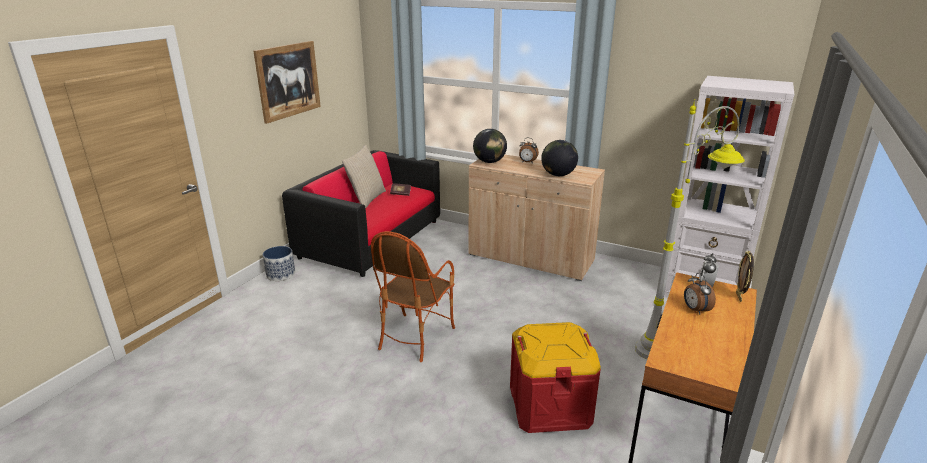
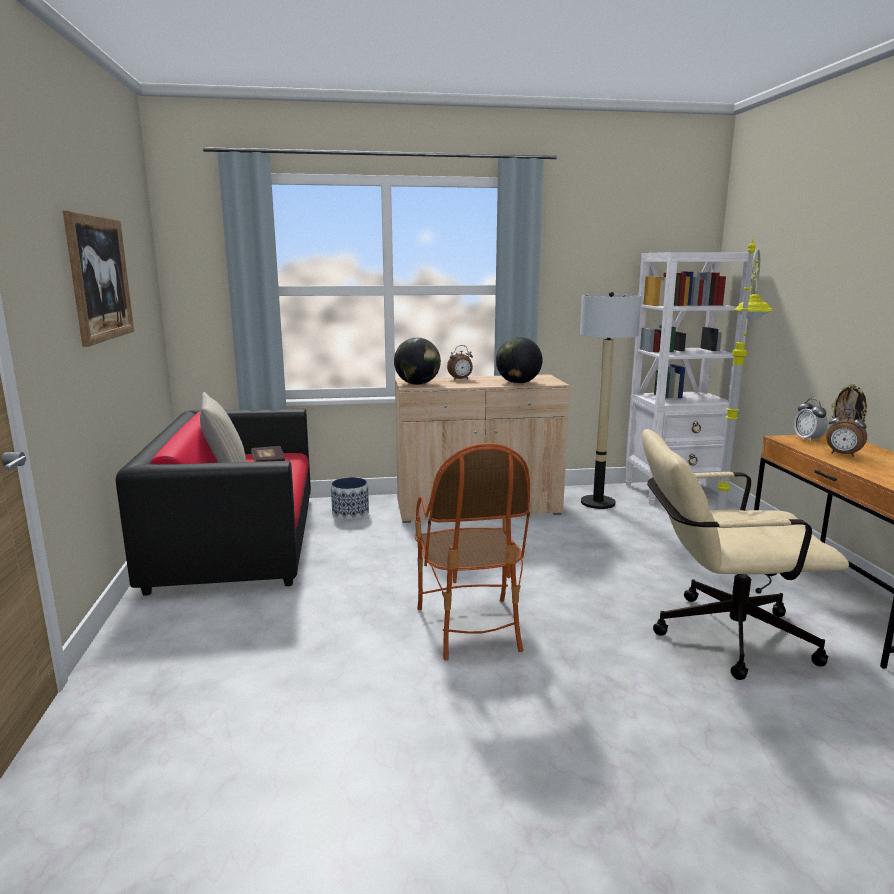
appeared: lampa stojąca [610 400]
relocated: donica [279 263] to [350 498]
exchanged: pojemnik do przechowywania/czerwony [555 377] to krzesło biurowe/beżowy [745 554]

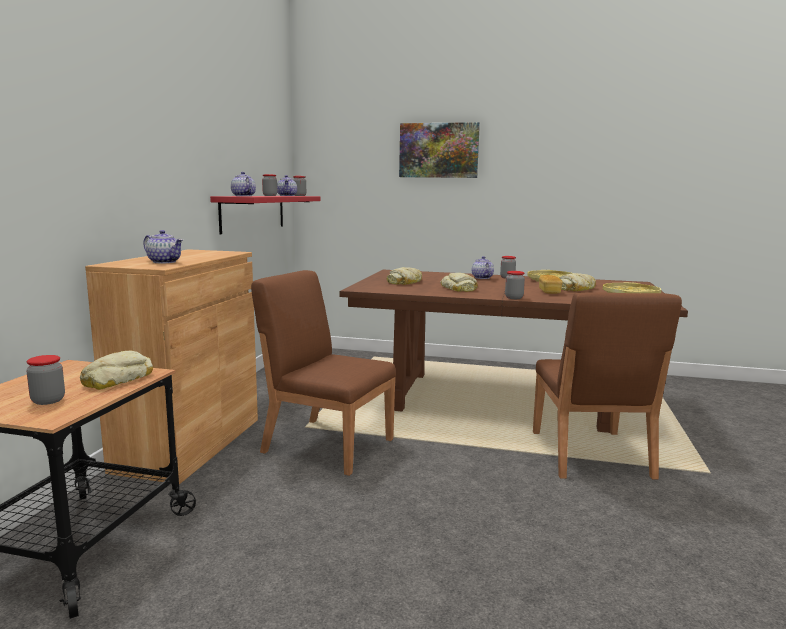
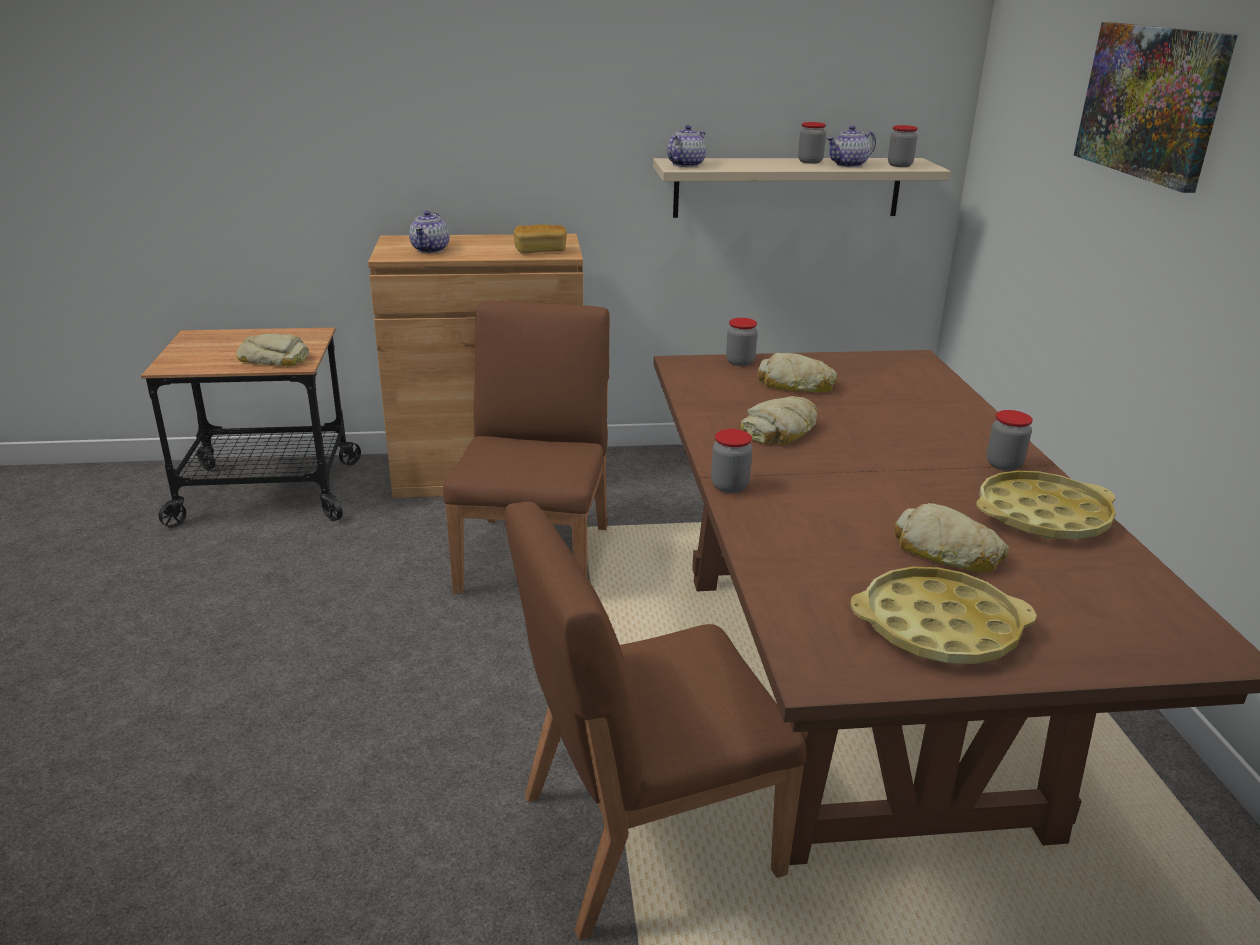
missing: imbryk [483 267]
relocated: słoik [45 380] to [742 342]; chleb [551 284] to [540 238]
colour: półka/czerwony [265 215] to półka/beżowy [802 188]

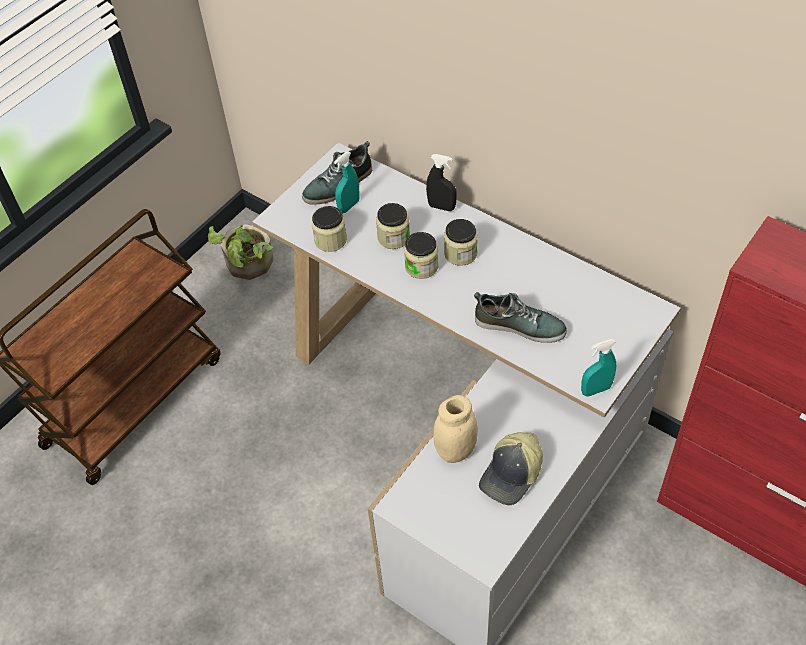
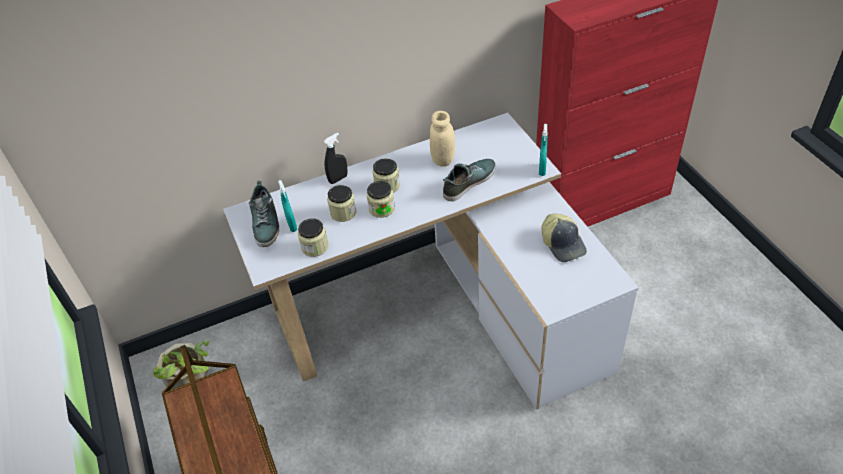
relocated: słoik/beżowy [455 429] to [442 138]

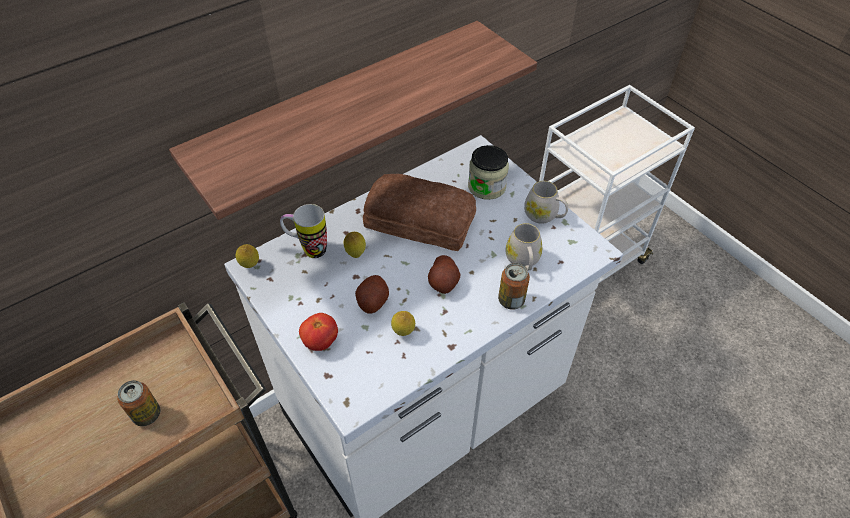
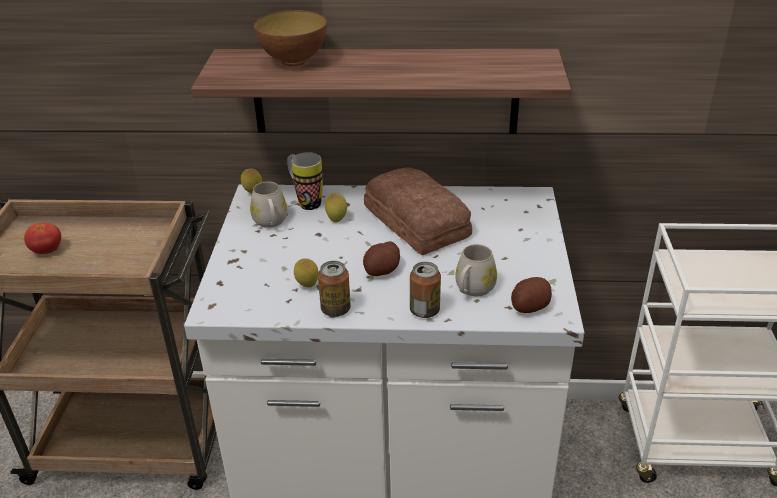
missing: słoik [488 172]
appeared: miska [290 38]
relocated: puszka [138 403] to [334 289]; pomidor [318 332] to [42 238]; ziemniak [372 294] to [531 295]; kubek/biały [546 202] to [268 204]

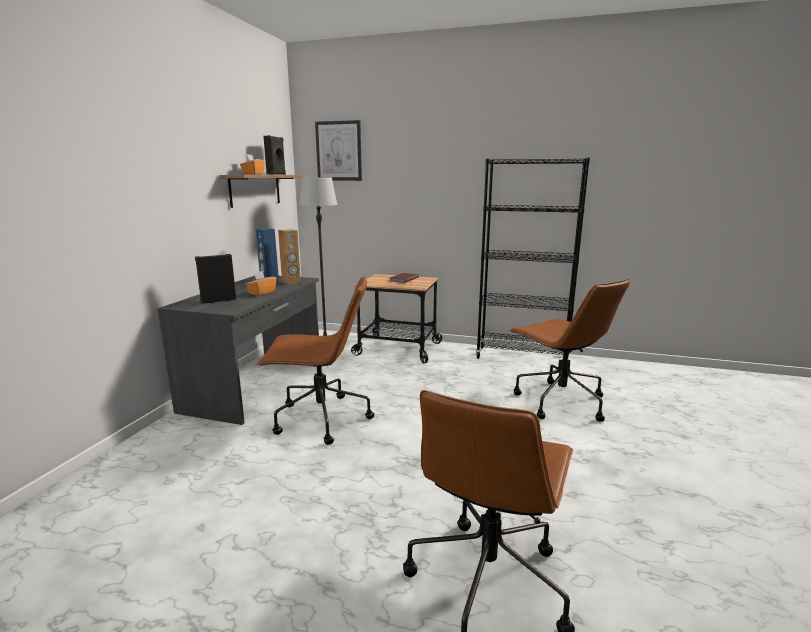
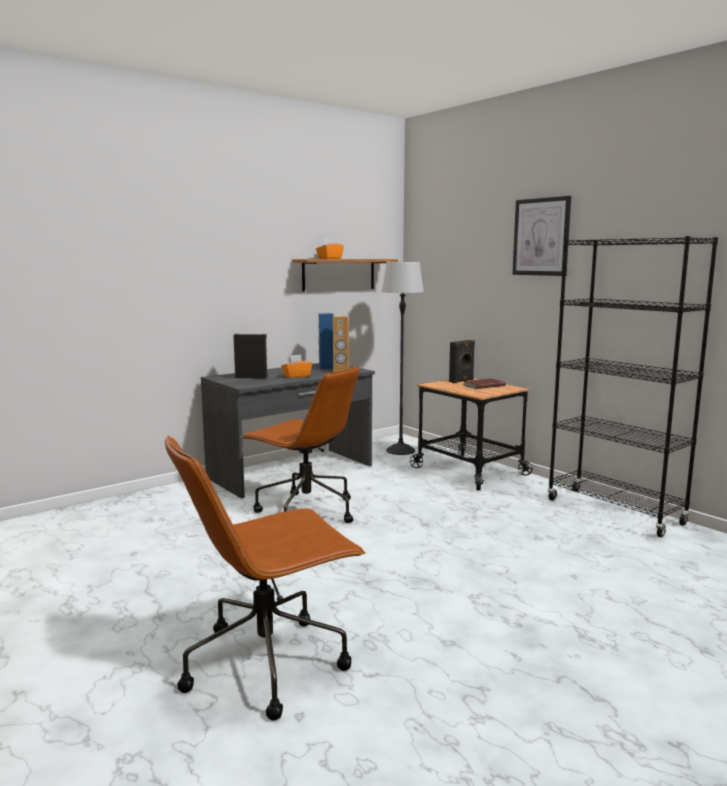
missing: krzesło biurowe/brązowy [569 350]
relocated: głośnik/czarny [275 155] to [462 361]; obraz [338 150] to [542 236]

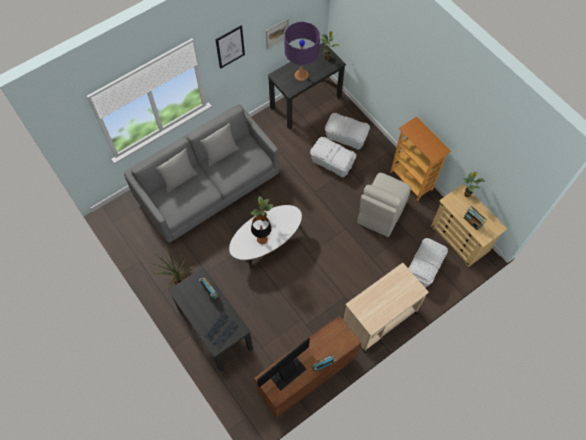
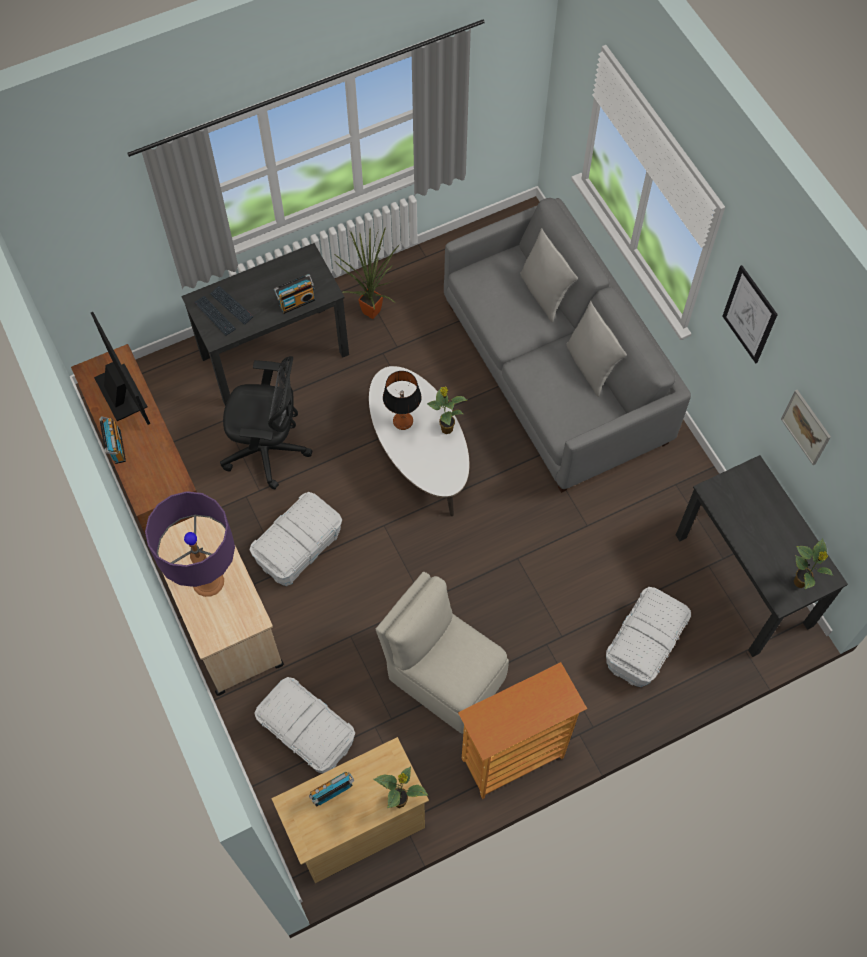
appeared: krzesło biurowe/czarny [266 422]
relocated: lampa stołowa/fioletowy [302 51] to [190 544]; pojemnik do przechowywania/biały [333 157] to [295 539]

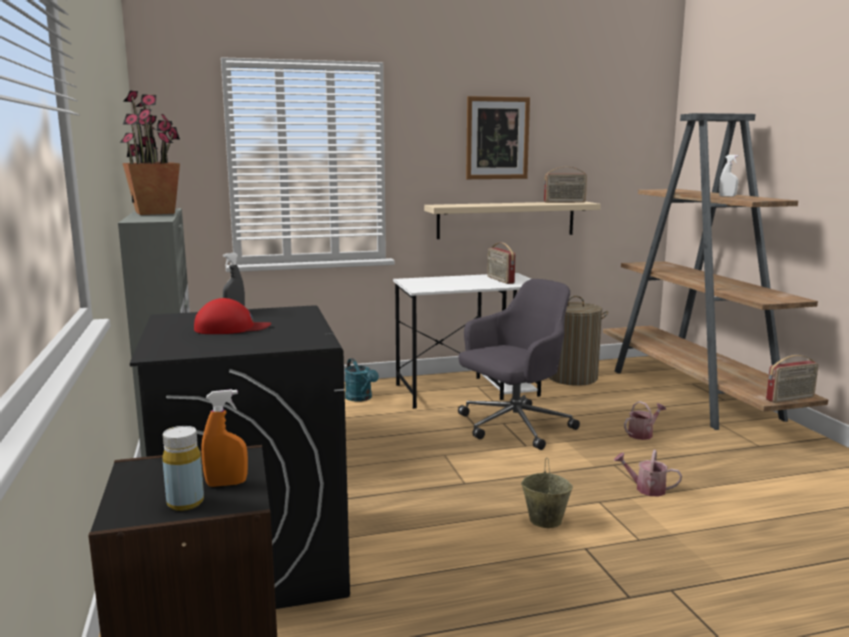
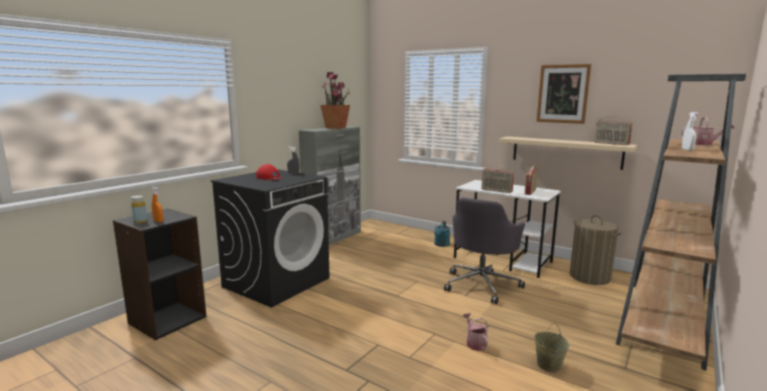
relocated: wiadro/beżowy [547 493] to [551 347]; konewka [645 420] to [708 130]; radio [792 379] to [498 179]
spun: krzesło biurowe/szary [519 364] = [484 250] 105 degrees clockwise

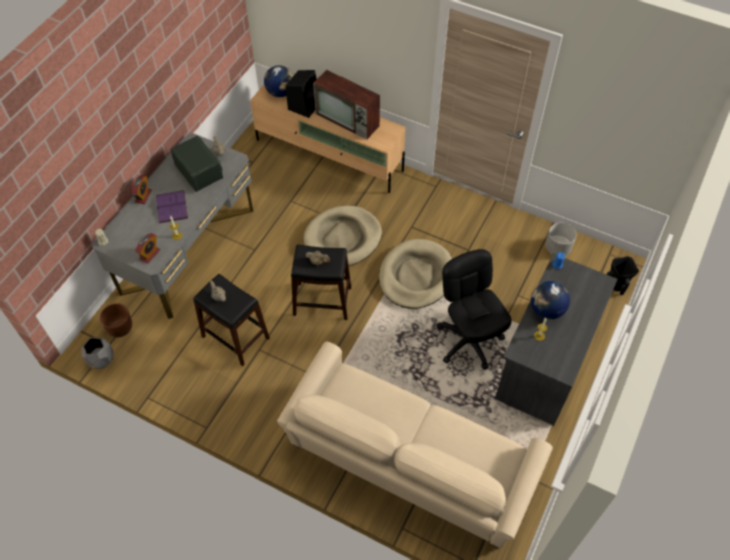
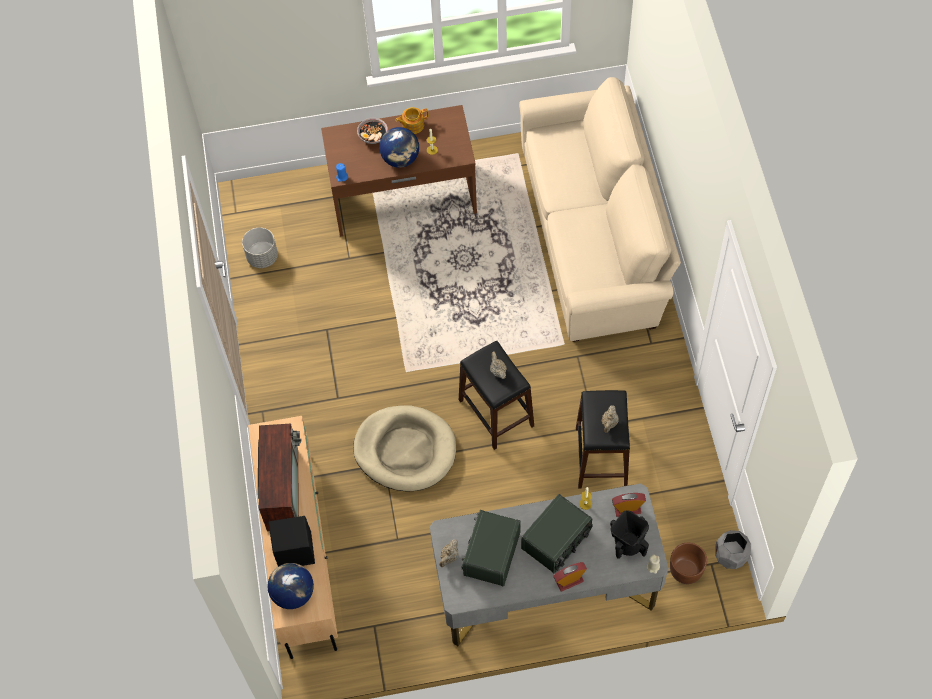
missing: legowisko/beżowy [415 274]; krzesło biurowe/czarny [474 309]
appeared: miska [372 131]; imbryk [412 120]
relocated: wazon/czarny [623 275] to [629 535]
exchanged: książka/fioletowy [172 207] to radio [557 533]
colour: biurko/szary [556 339] to biurko/brązowy [399 171]

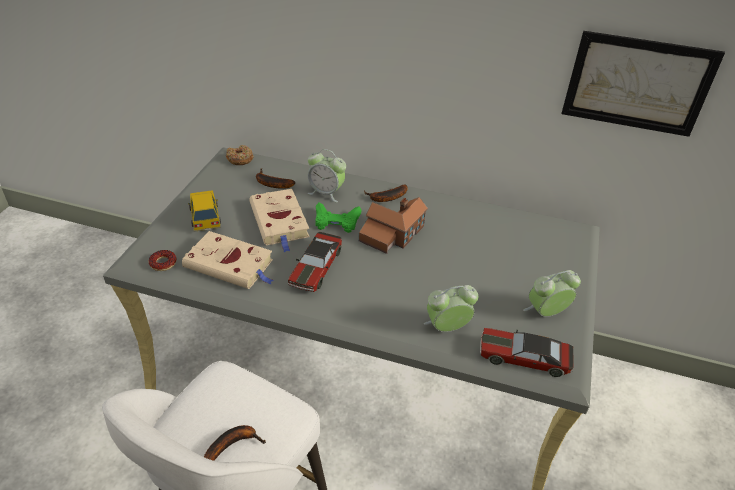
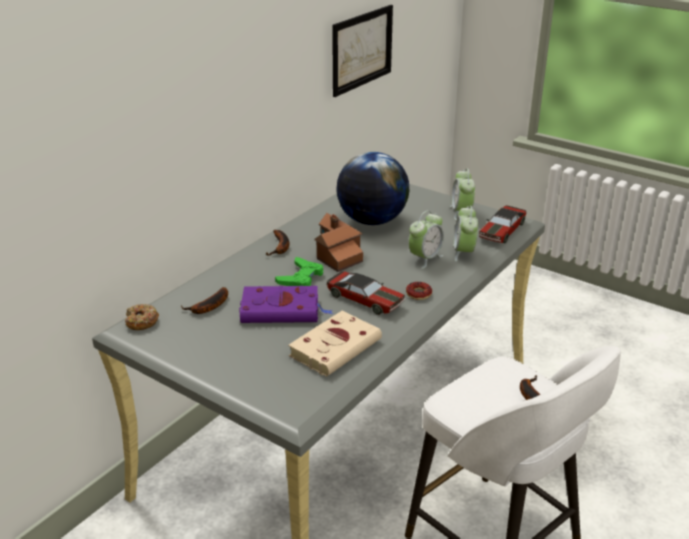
missing: samochodzik [204 211]
appeared: globus [373 188]
relocated: donut [162 260] to [419 291]; budzik [327 175] to [426 240]
colour: książka/beżowy [279 220] to książka/fioletowy [286 304]

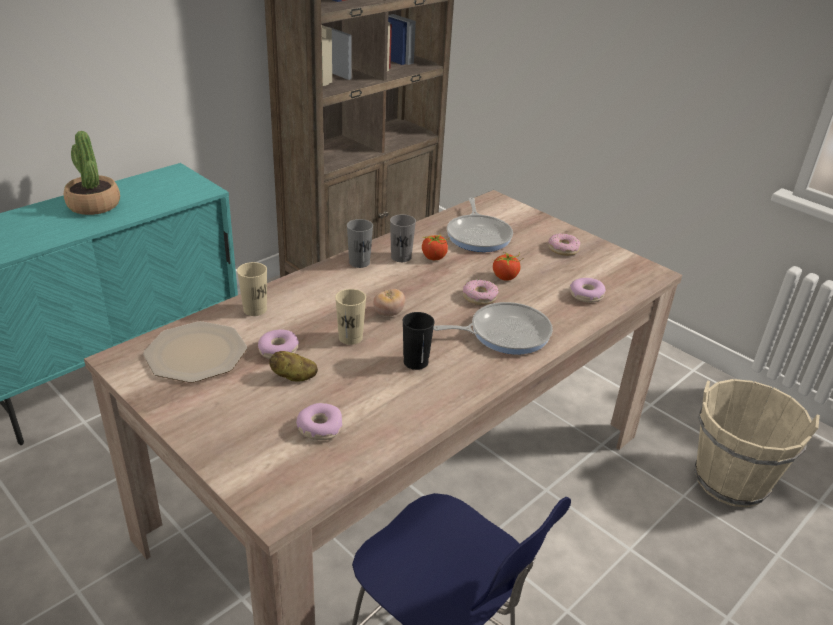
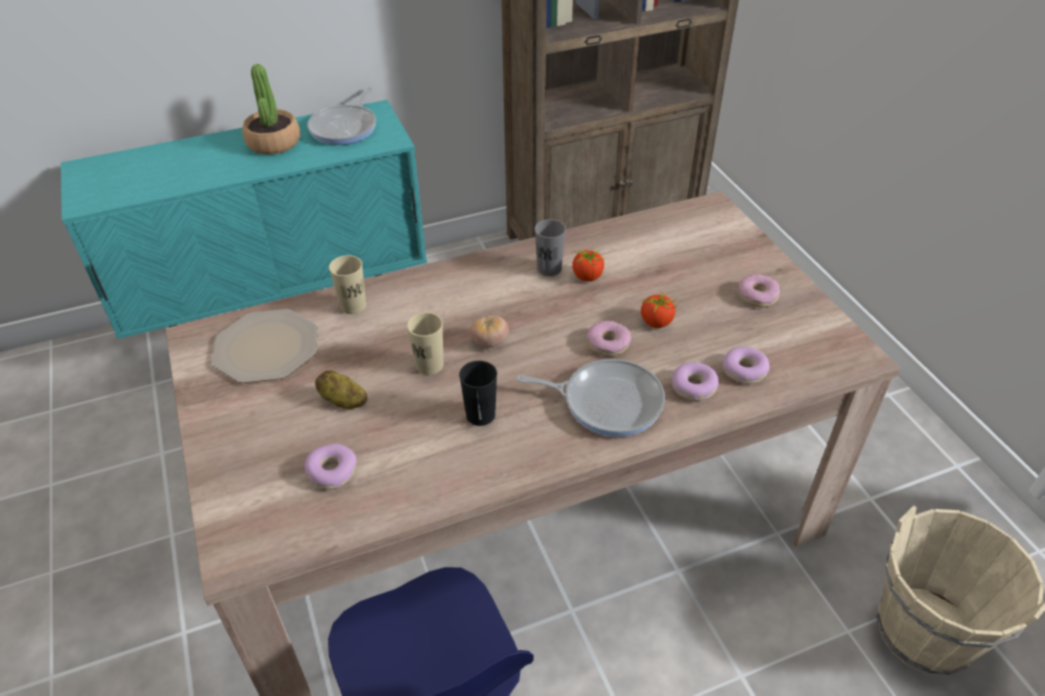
missing: filiżanka/szary [360 243]
relocated: donut [278 344] to [695 381]; patelnia [480 225] to [341 116]

